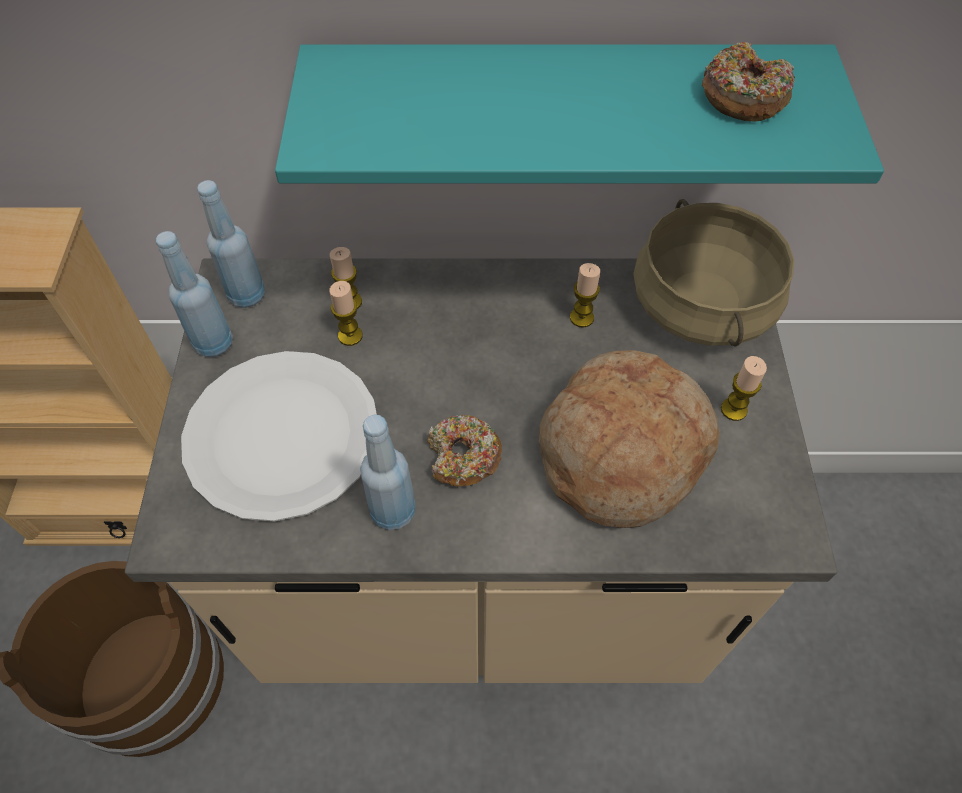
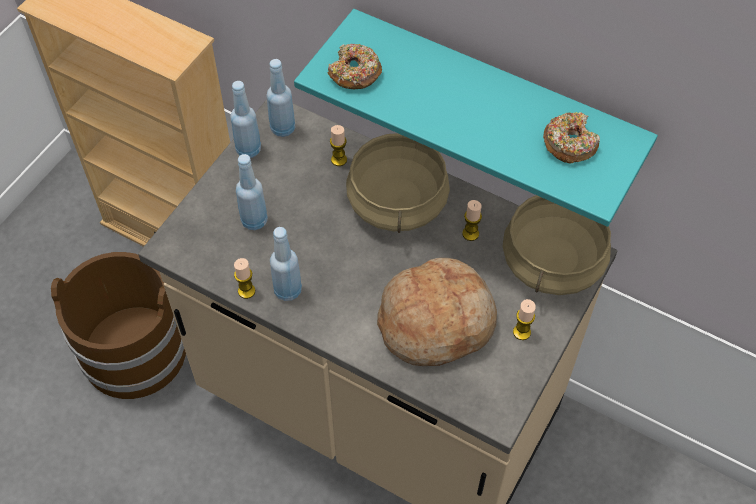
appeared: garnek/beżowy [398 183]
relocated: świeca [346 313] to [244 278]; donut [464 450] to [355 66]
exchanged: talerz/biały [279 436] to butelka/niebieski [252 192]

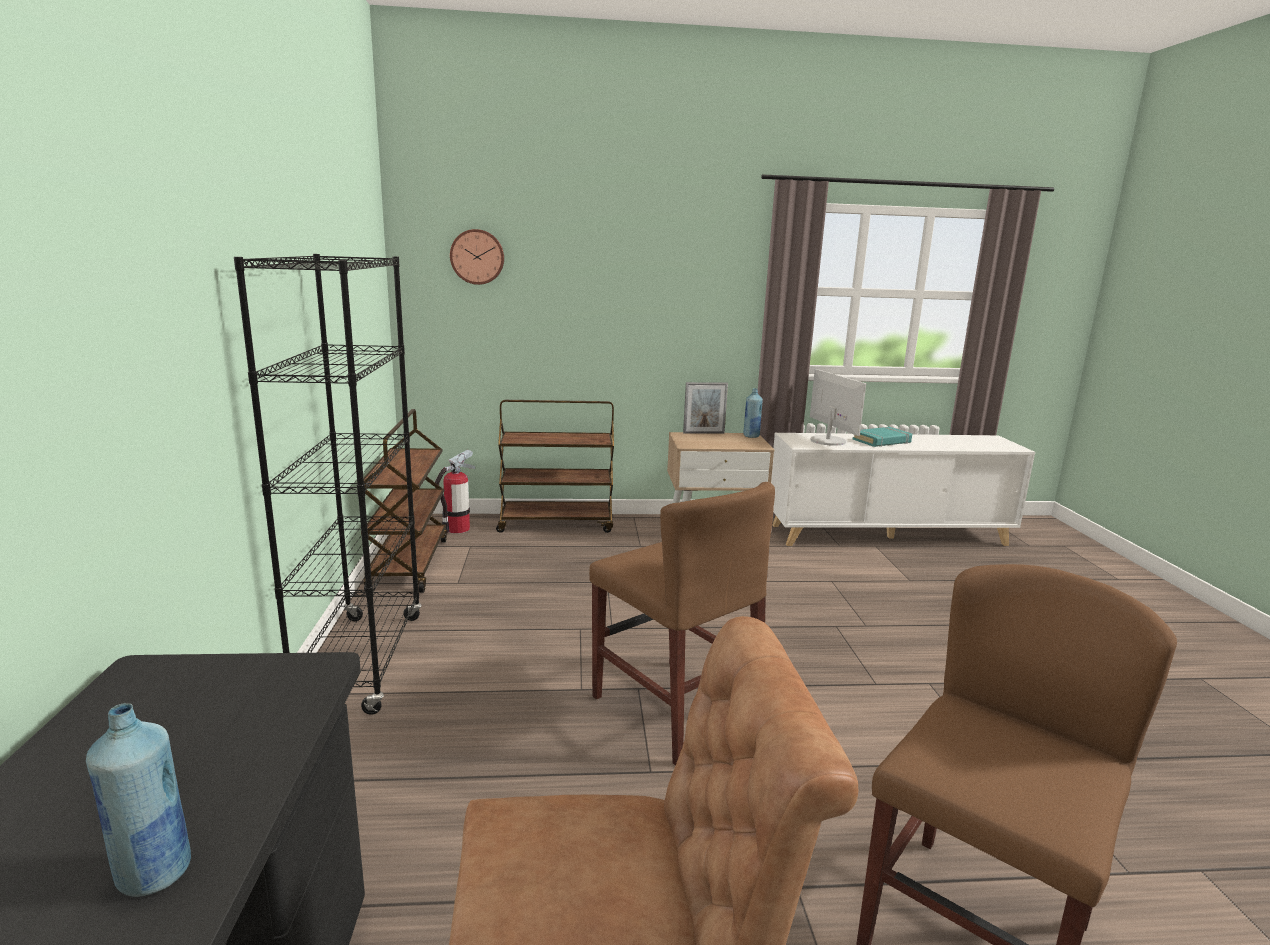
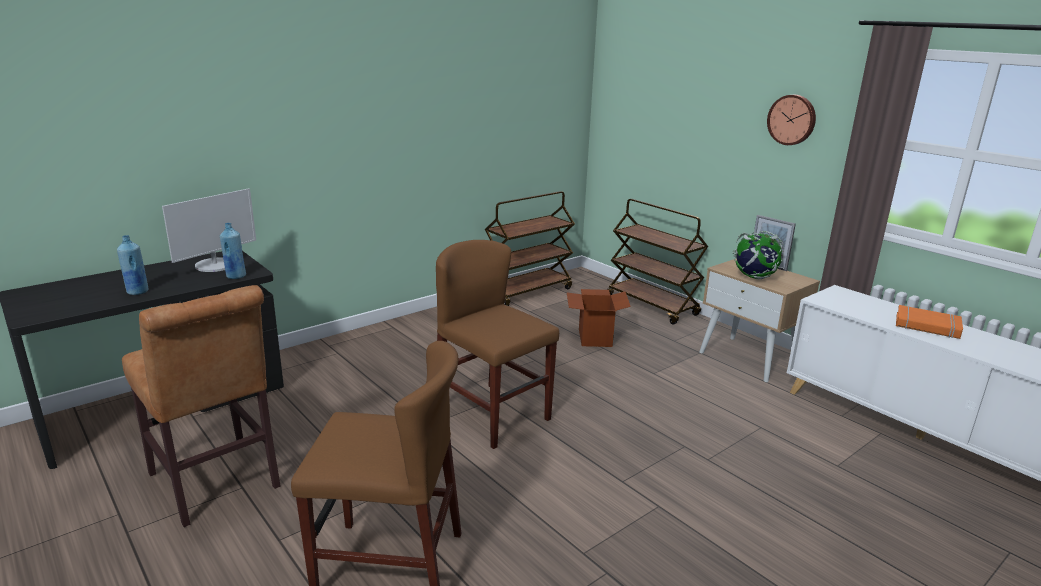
missing: regał/czarny [328 484]; gaśnica [455 491]
appeared: karton [599 318]; globus [758 255]
relocated: zegar ścienny [477 257] to [791 120]; butelka/niebieski [753 413] to [233 251]; monitor [838 407] to [209 230]
colour: książka/turkusowy [882 437] to książka/pomarańczowy [929 322]
spun: krzesło/brązowy [682 623] = [497 344] 120 degrees clockwise

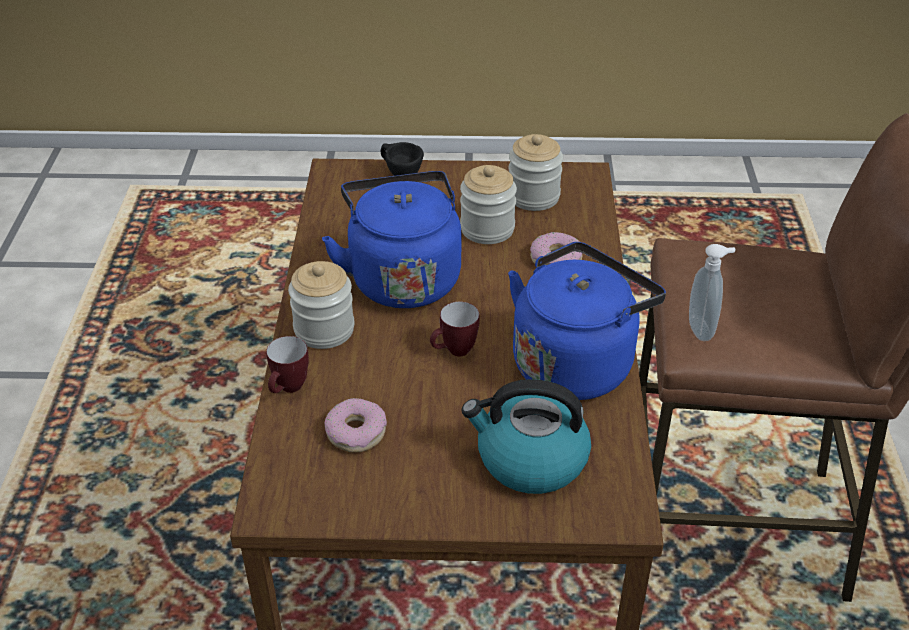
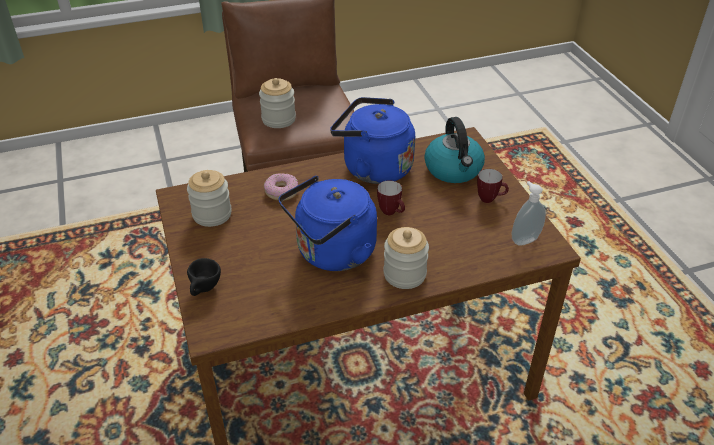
missing: donut [355 425]
relocated: kubek [287 364] to [493 186]; słoik [488 204] to [277 103]; dozownik mydła [712 292] to [529 213]

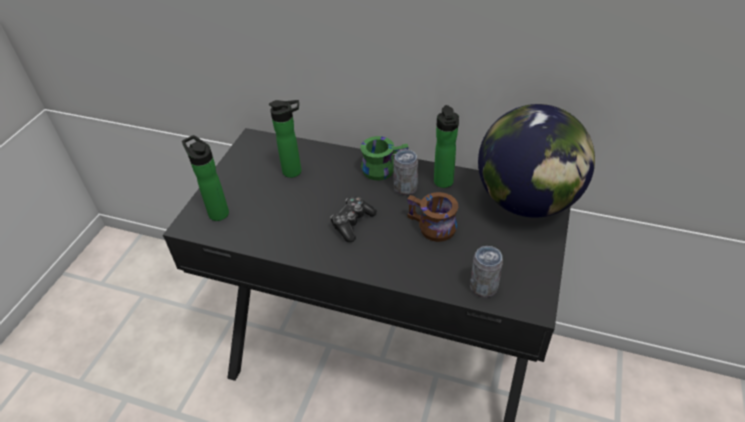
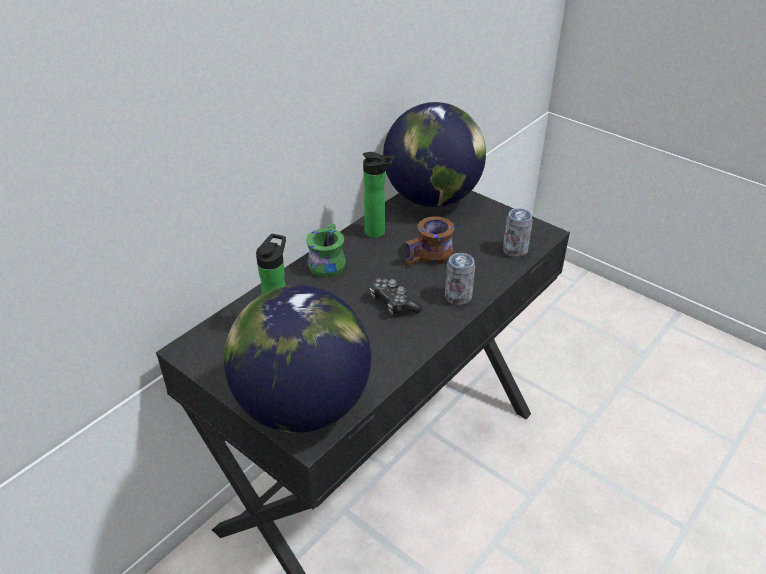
relocated: puszka [405 172] to [460 279]
exchanged: butelka [205 178] to globus [297 359]

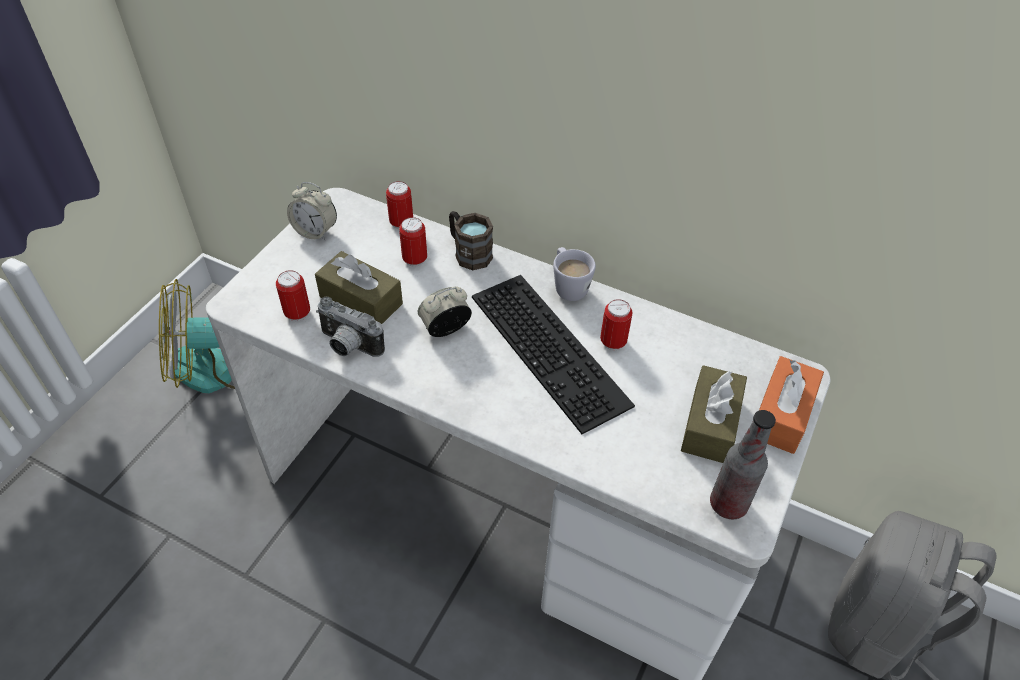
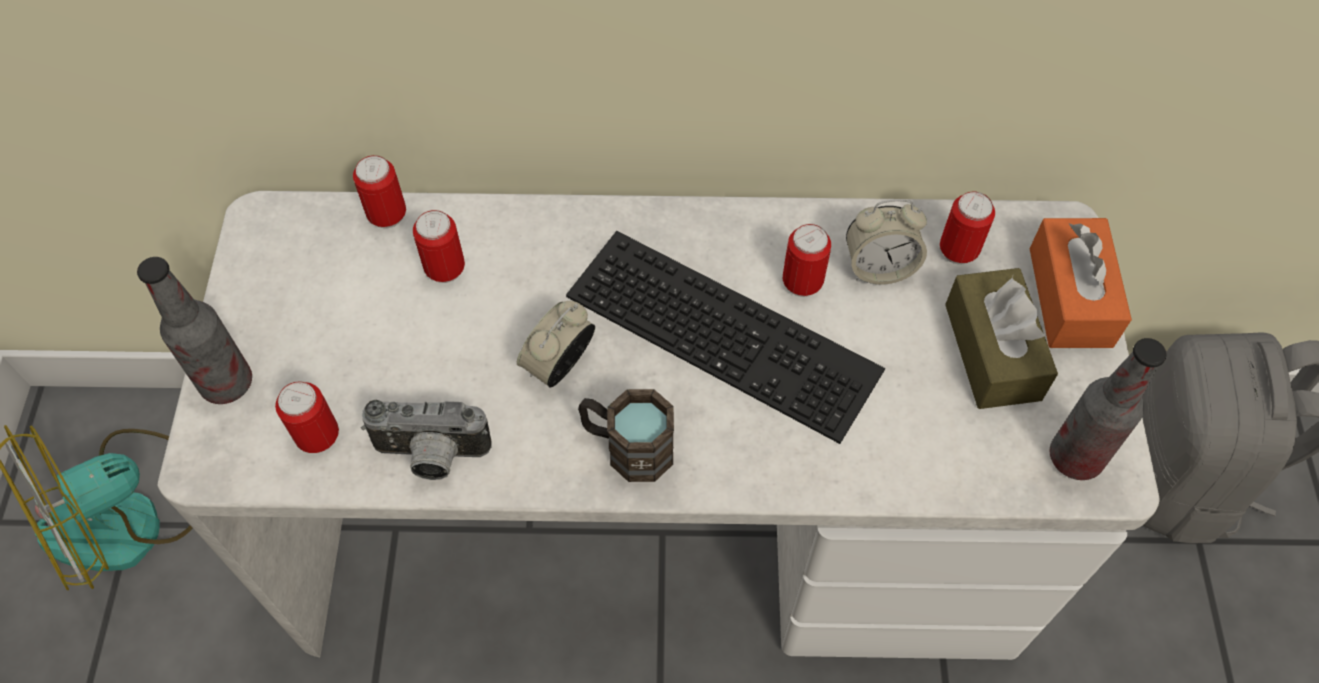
missing: pudełko chusteczek/brązowy [359 287]; kubek/biały [574 274]
appeared: butelka [194 330]; puszka [967 228]
relocated: budzik [312 211] to [886 242]; kubek/brązowy [471 240] to [626 435]

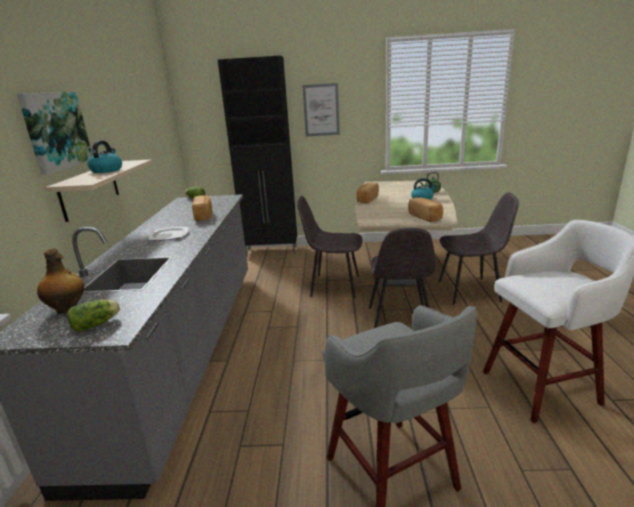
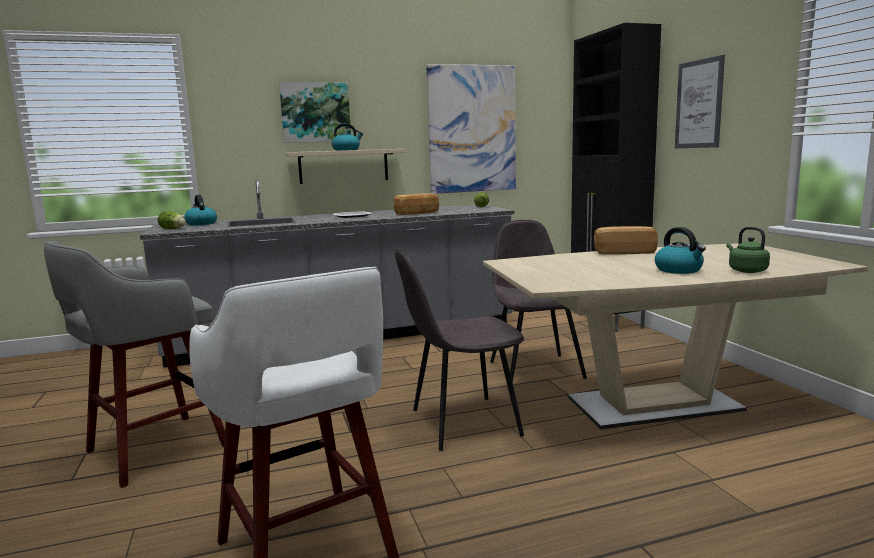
missing: chleb [425 210]; krzesło/szary [479 249]
appeared: obraz [471 129]
exchanged: butelka [60 281] to czajnik [200 210]

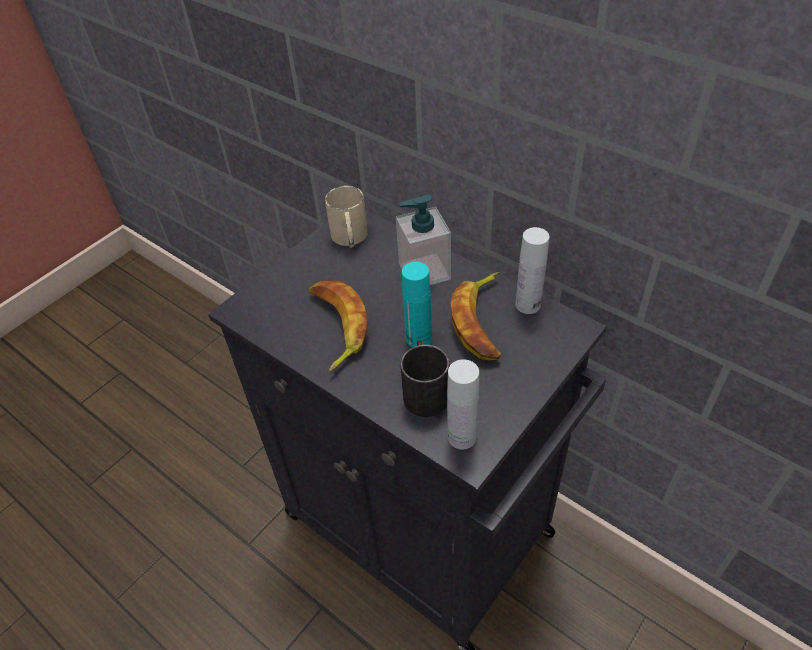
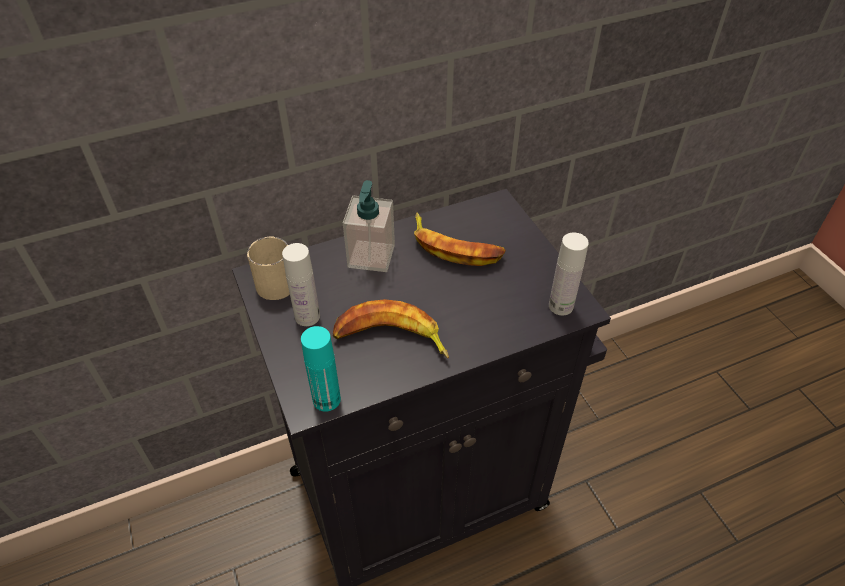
missing: kubek/czarny [425 378]
relocated: butelka/turkusowy [417 304] to [321 369]; butelka/biały [532 270] to [301 284]

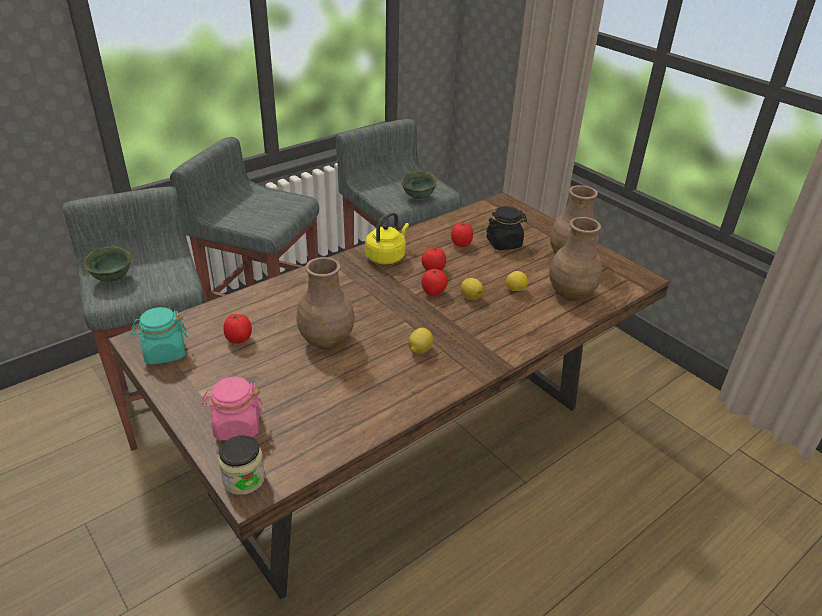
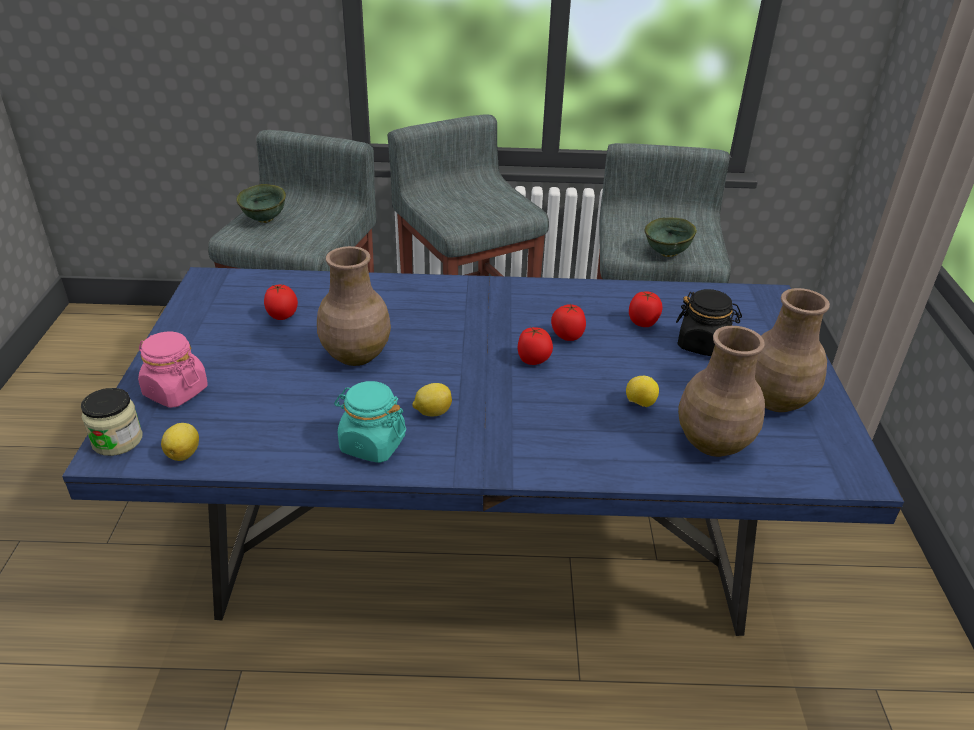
missing: czajnik/żółty [387 238]
relocated: słoik/turkusowy [159 336] to [370 422]; cytryna [472 289] to [180 442]
colour: stół jadalny/brązowy [389 395] to stół jadalny/niebieski [483 451]

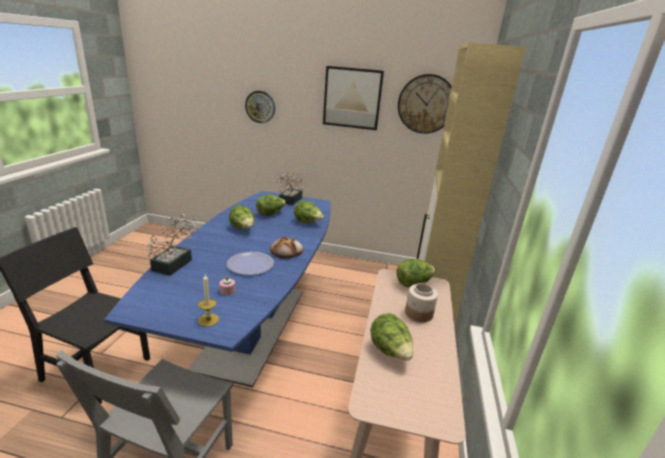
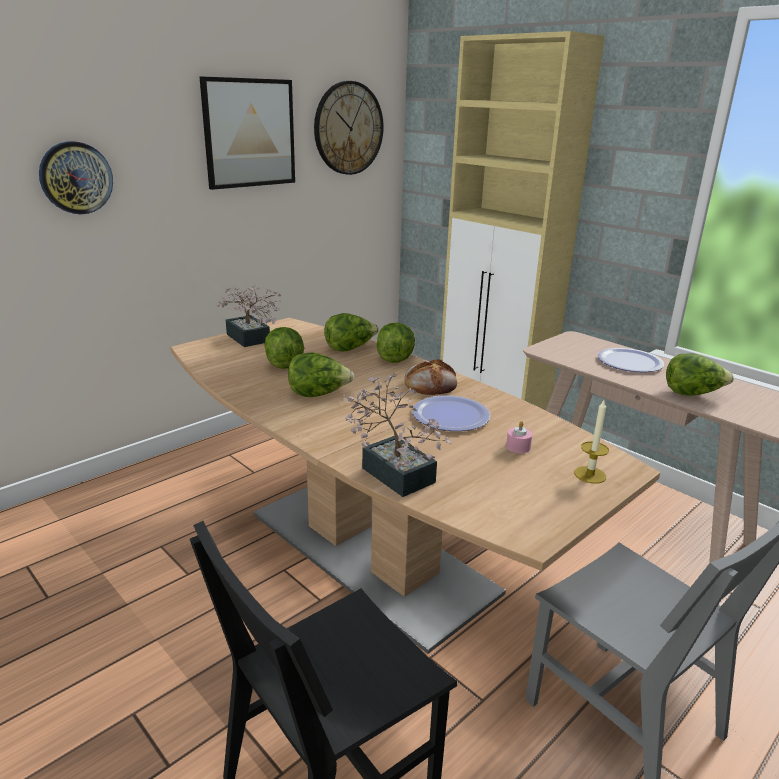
relocated: sałata [416 273] to [395 343]
exchanged: słoik [421 302] to talerz [631 360]
colour: stół jadalny/niebieski [217 289] to stół jadalny/brązowy [415 486]

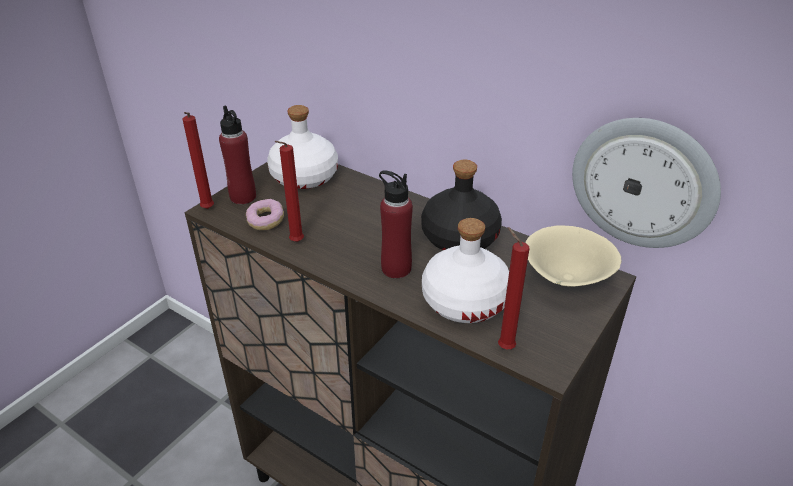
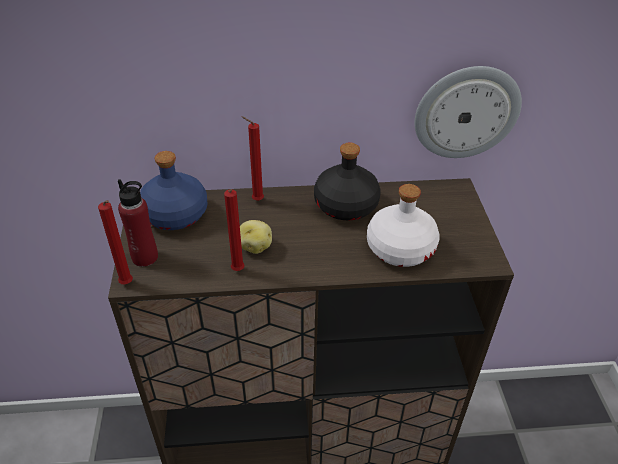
missing: donut [265 214]; butelka/czerwony [396 224]; miska/beżowy [573 256]
appeared: ziemniak [256 237]
relocated: świeca/czerwony [514 288] to [253 158]
colour: butelka/biały [302 147] to butelka/niebieski [174 190]

